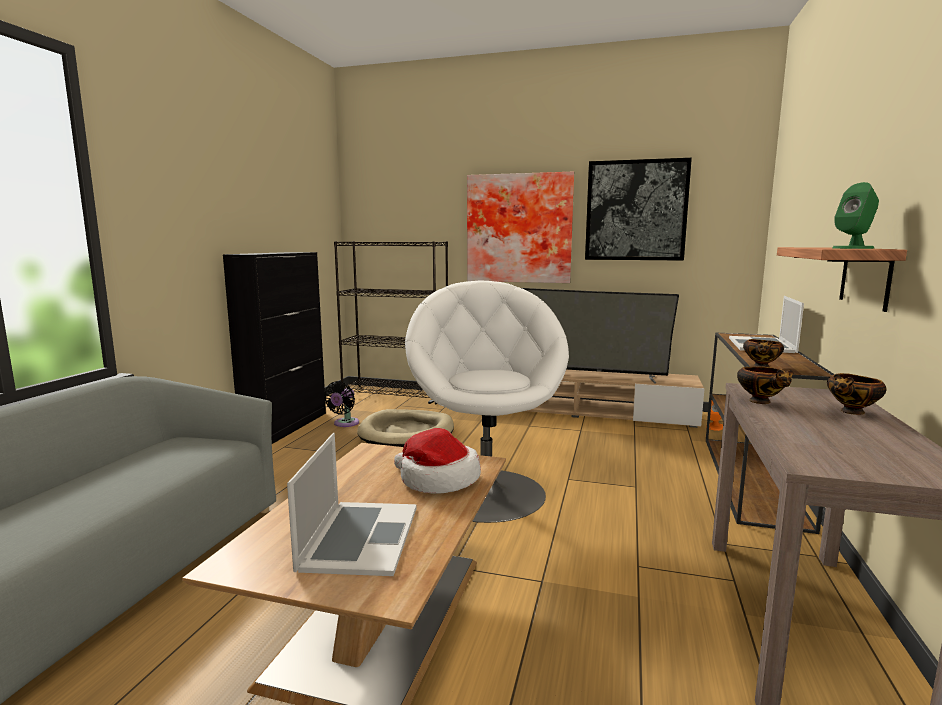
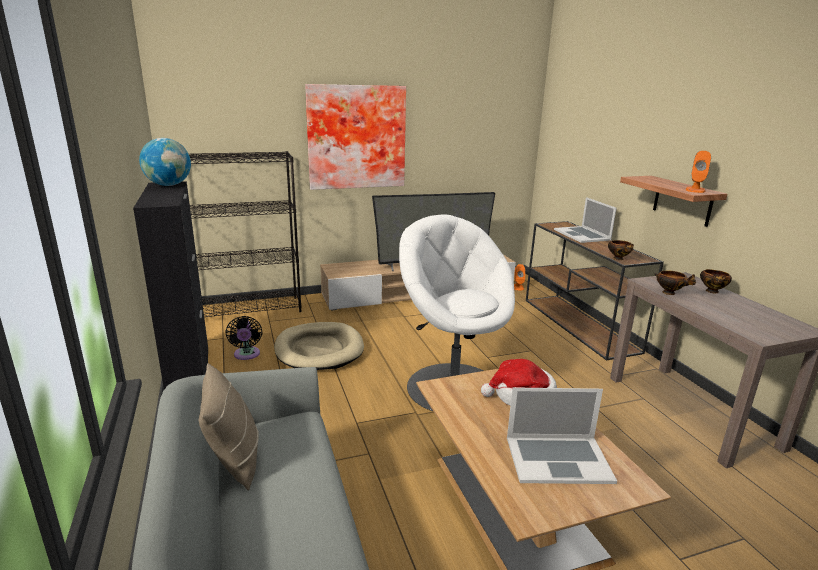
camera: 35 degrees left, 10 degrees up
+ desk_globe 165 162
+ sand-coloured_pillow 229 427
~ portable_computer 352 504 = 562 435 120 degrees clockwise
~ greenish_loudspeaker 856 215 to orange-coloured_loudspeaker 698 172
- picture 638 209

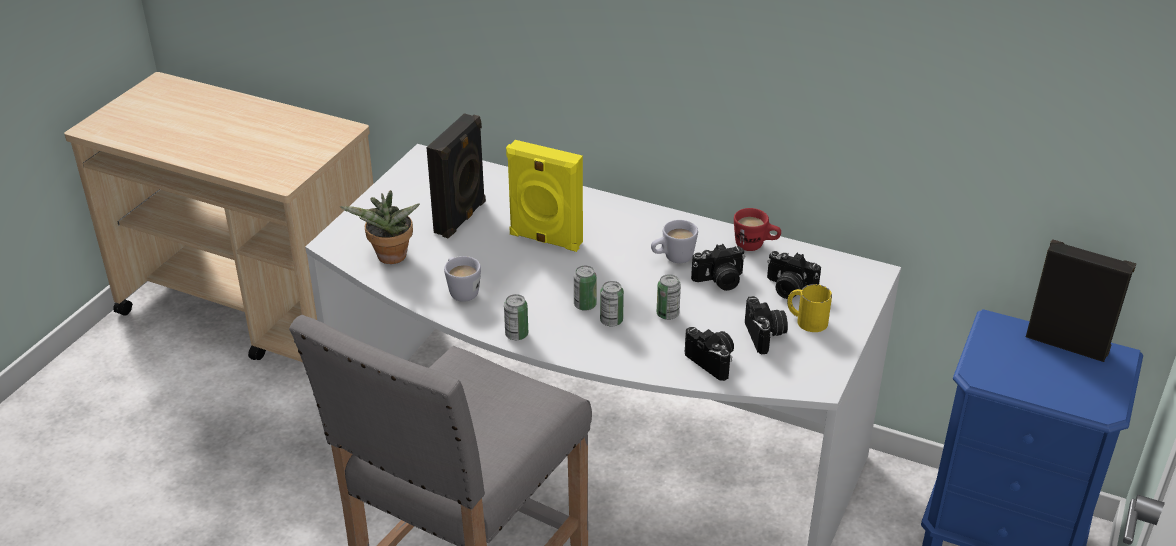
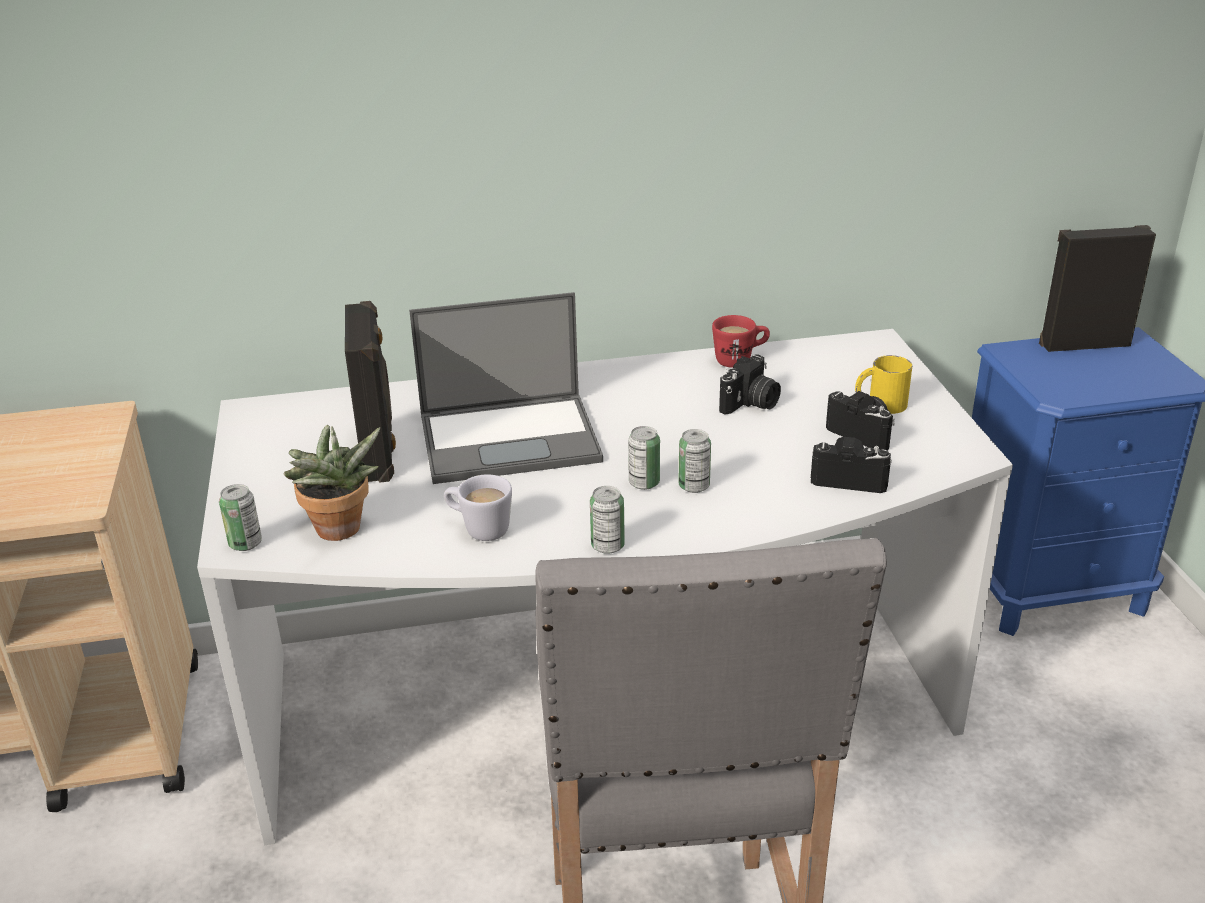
camera: 35 degrees left, 5 degrees down
~ can 669 297 to 240 517
~ yellow-coloured_loudspeaker 544 196 to portable_computer 506 388
- white_tea_mug 674 241
- photo_camera 794 275

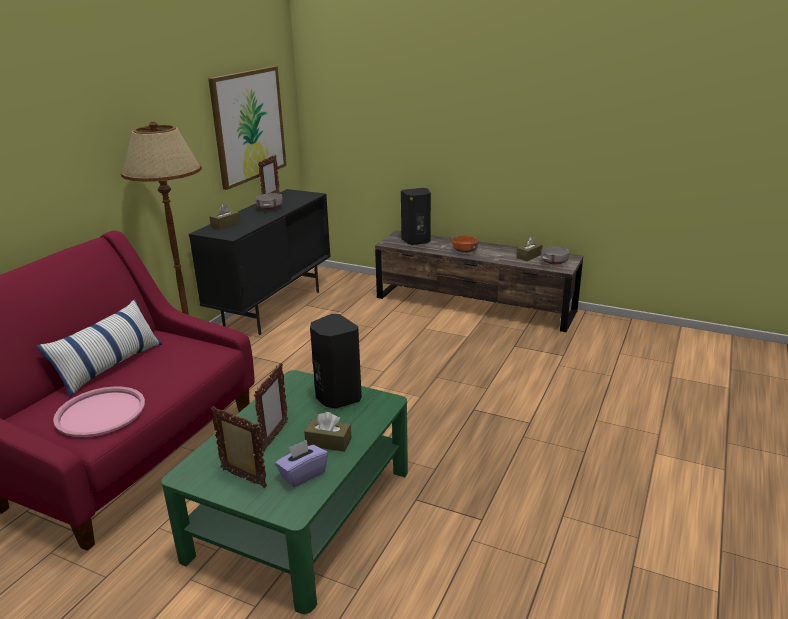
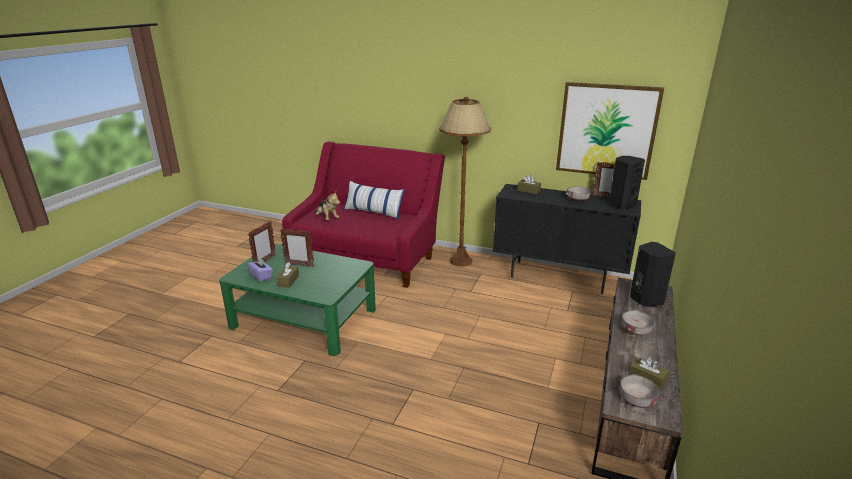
camera: 85 degrees right, 0 degrees up
~ pink_tray 99 411 to soft_toy 327 206
~ blackish_loudspeaker 336 361 to 627 183
~ orange-coloured_deep_dish 465 244 to grey_deep_dish 638 322

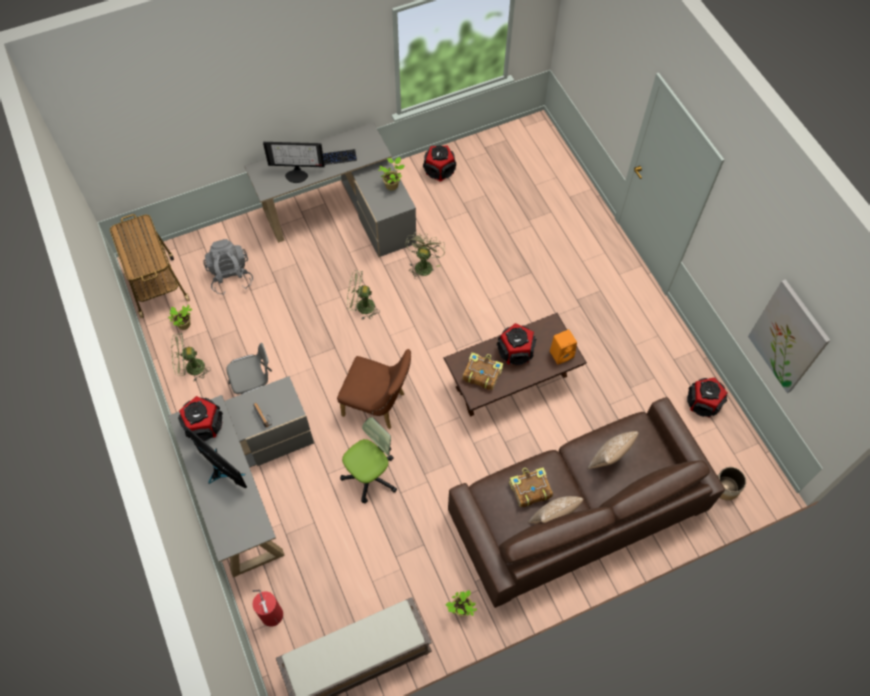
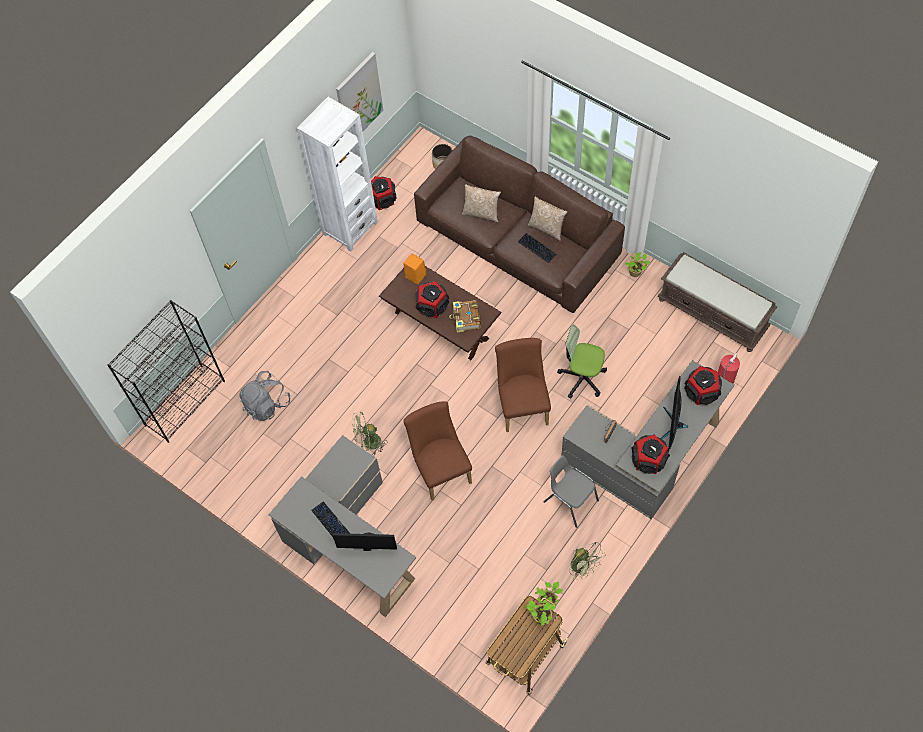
camera: 115 degrees left, 0 degrees up
+ blackish_bookcase 166 371
~ grey_backpack 228 267 to 265 395
+ white_bookcase 337 174
~ monitor 294 162 = 364 542 60 degrees counterclockwise
~ greenish_fan 363 295 to brown_chair 437 451
~ volume 531 487 to computer_keyboard 537 248
~ potted_plant 391 173 to 541 612
~ loudspeaker 439 163 to 703 385

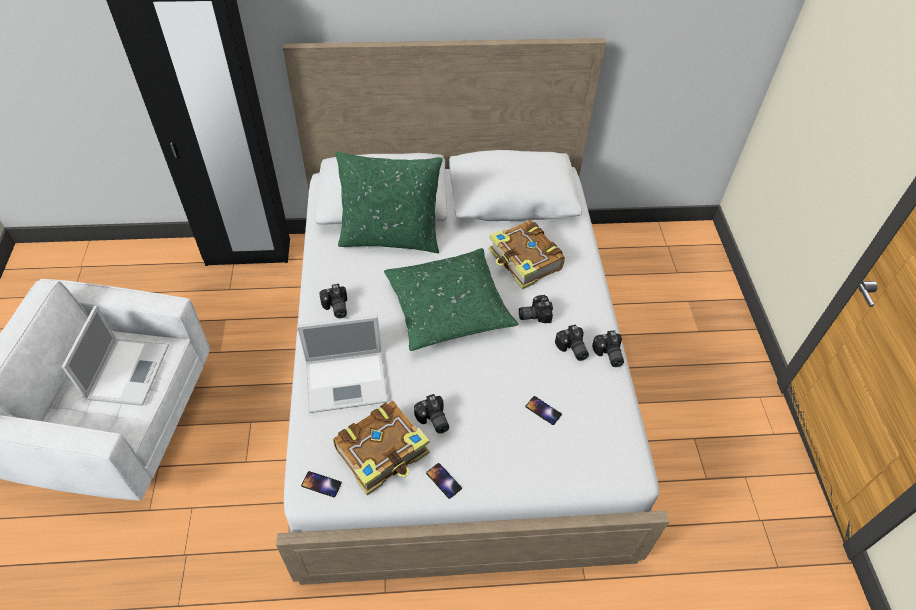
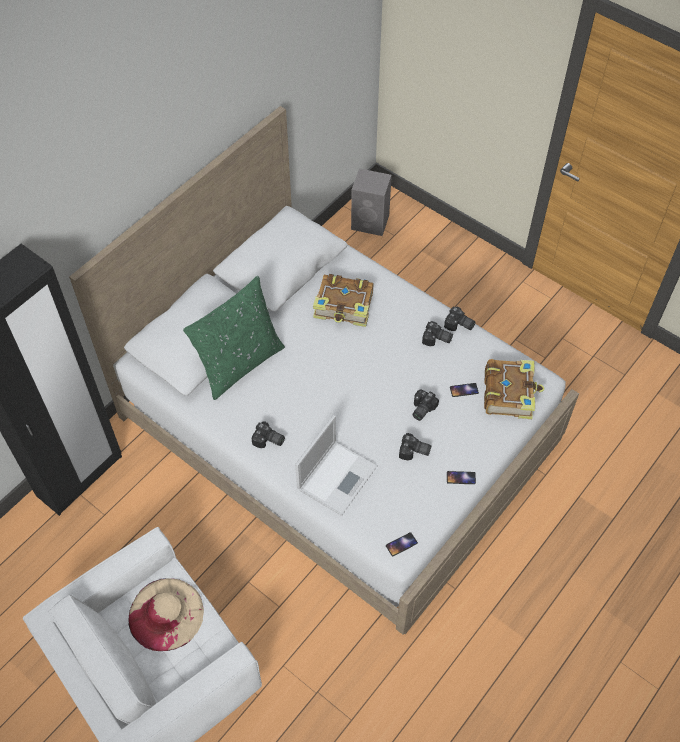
camera: 45 degrees left, 5 degrees up
~ portable_computer 115 356 to sand-coloured_hat 166 614
+ grey_loudspeaker 371 202
~ photo_camera 536 309 to 426 405
~ volume 381 448 to 514 389
- greenish_pillow 451 299

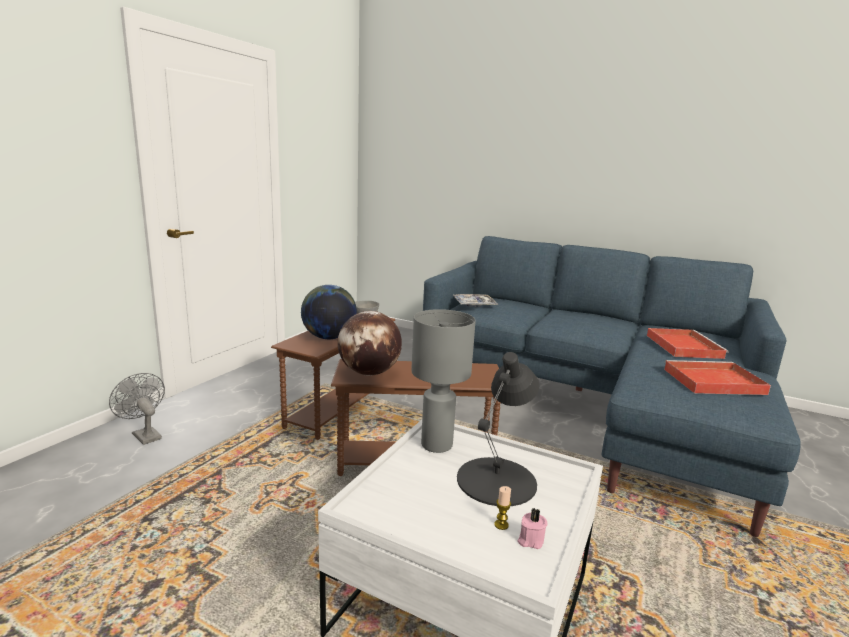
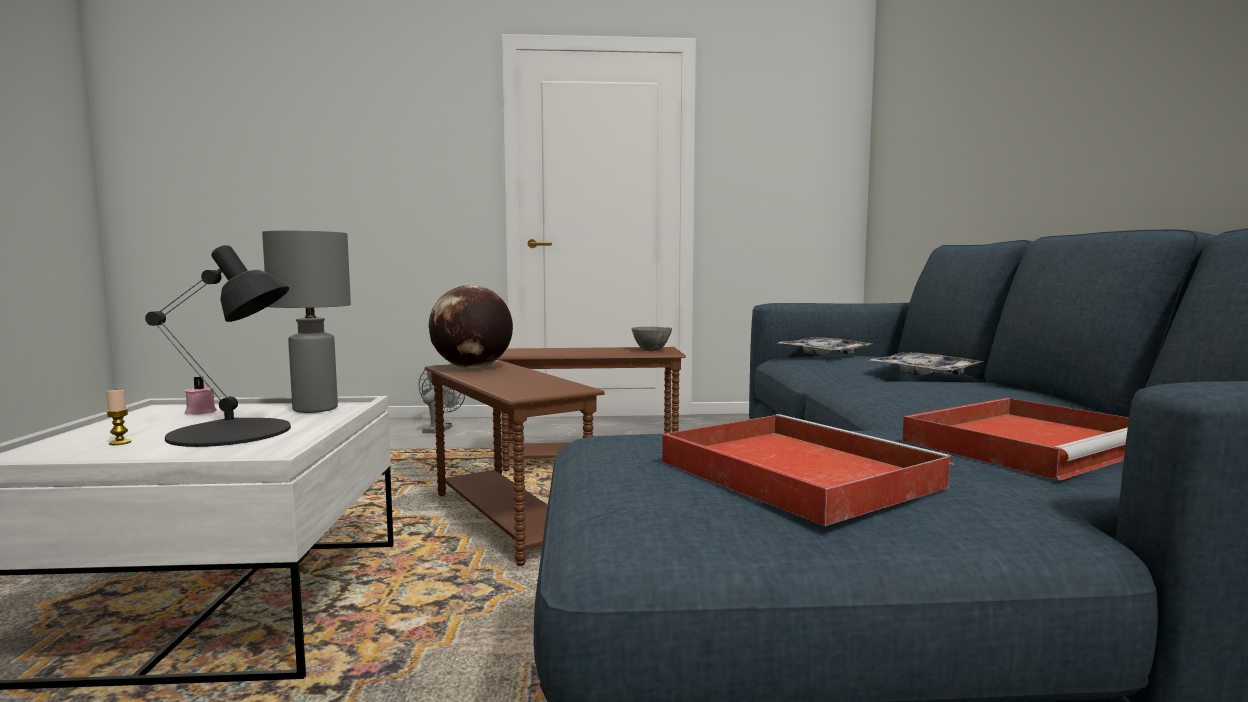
camera: 60 degrees right, 10 degrees down
~ pink_candle 532 528 to 200 396
+ tray 926 363
- desk_globe 329 312

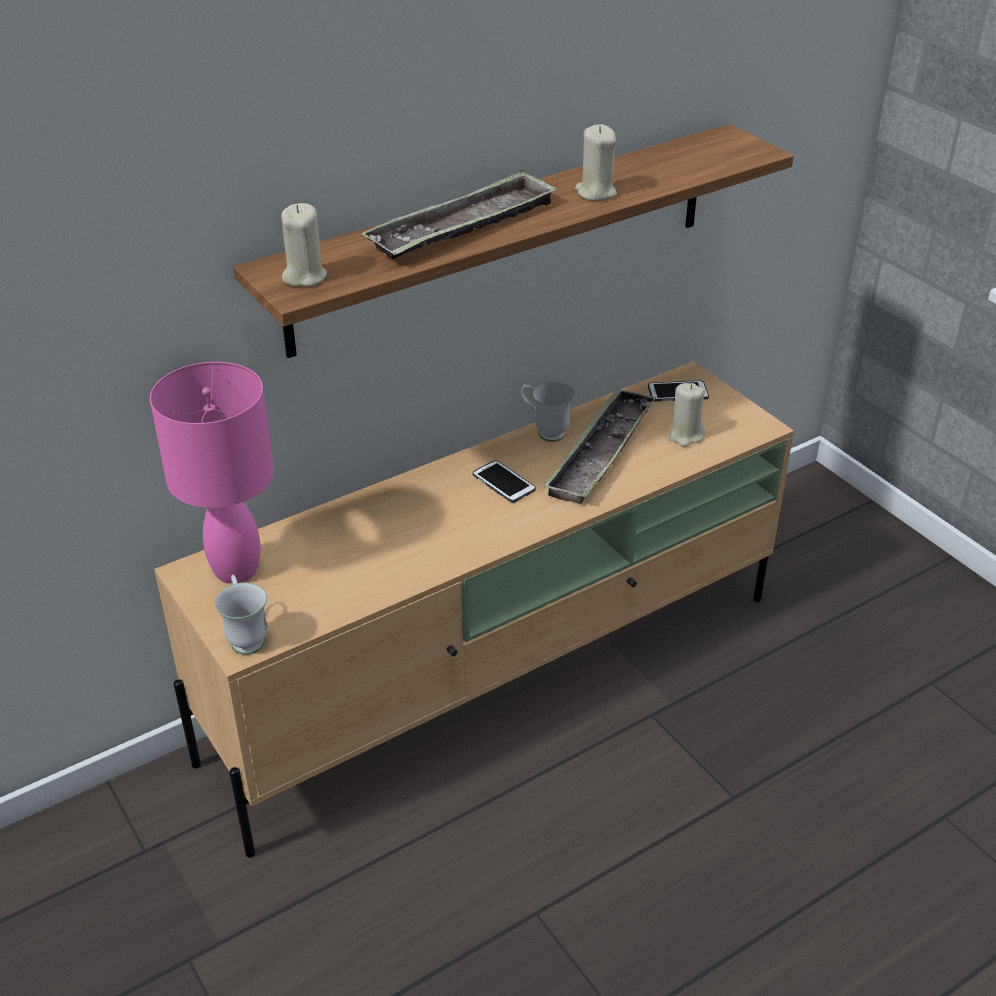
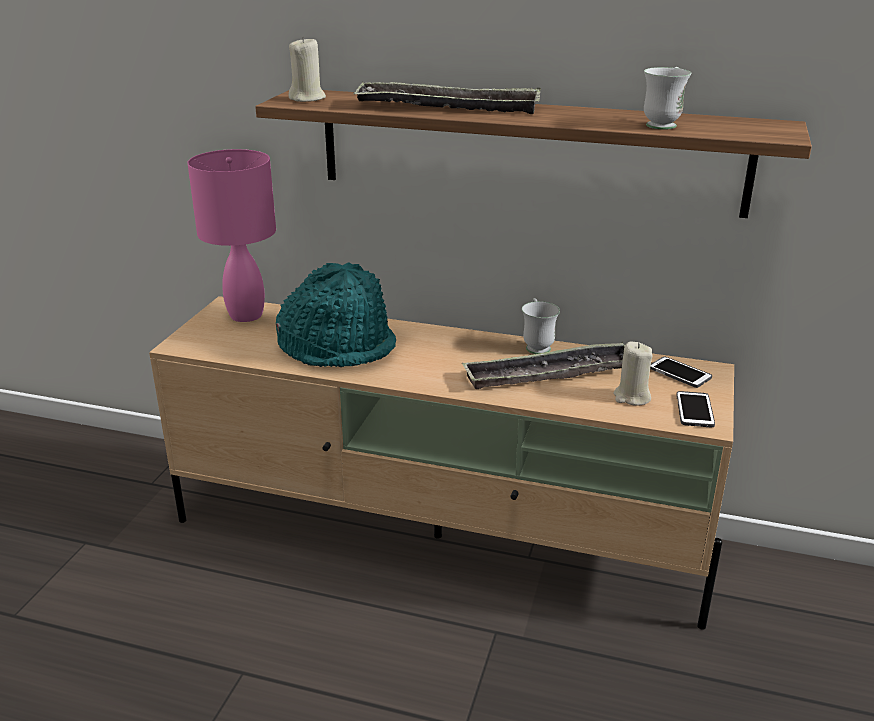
camera: 50 degrees right, 10 degrees down
+ blue-green_hat 336 315
~ white_tea_mug 241 615 to 667 98
~ handset 504 481 to 695 409
- sand-coloured_candle 596 162

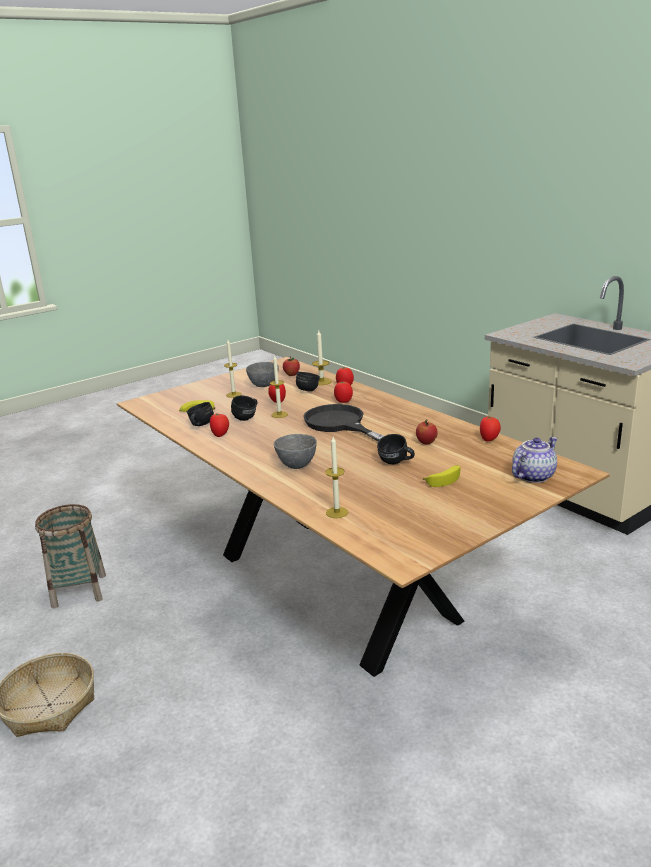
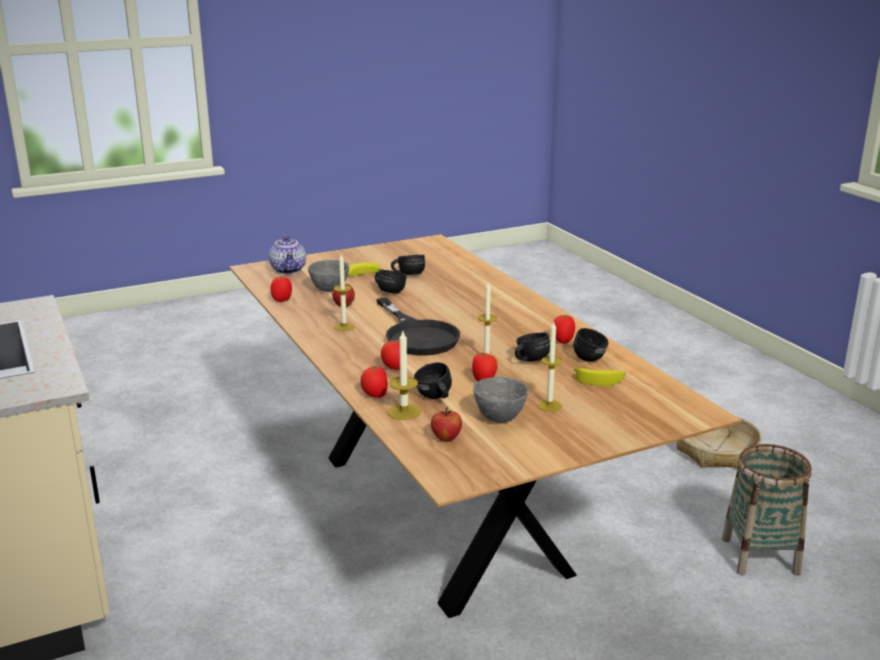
camera: 170 degrees left, 0 degrees up
~ tea_pot 534 460 = 287 255 75 degrees counterclockwise
~ grey_deep_dish 295 451 to 328 276
~ candle 336 477 to 344 293
+ blackish_tea_mug 408 265

